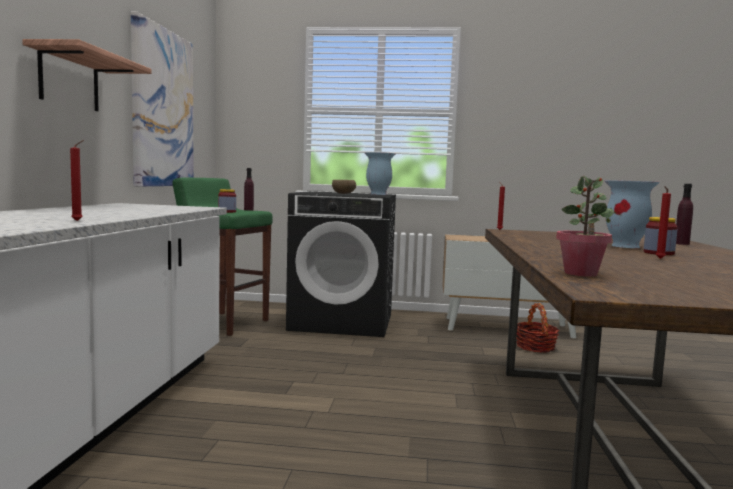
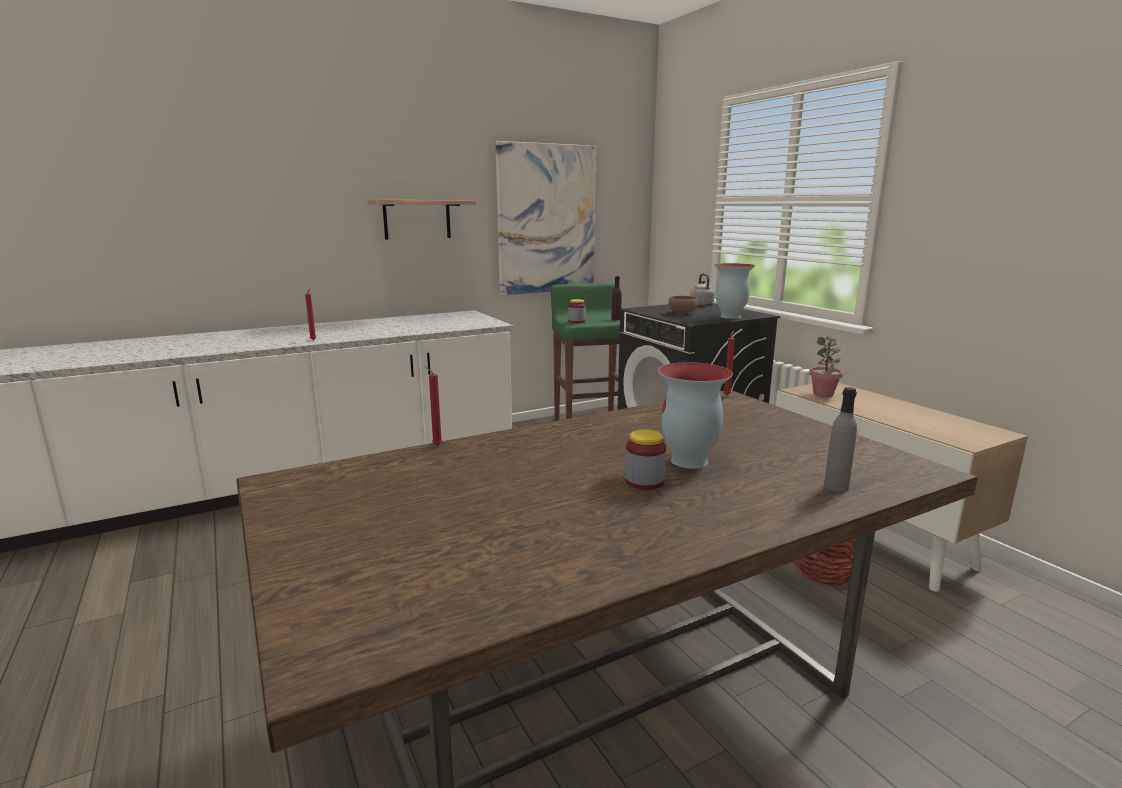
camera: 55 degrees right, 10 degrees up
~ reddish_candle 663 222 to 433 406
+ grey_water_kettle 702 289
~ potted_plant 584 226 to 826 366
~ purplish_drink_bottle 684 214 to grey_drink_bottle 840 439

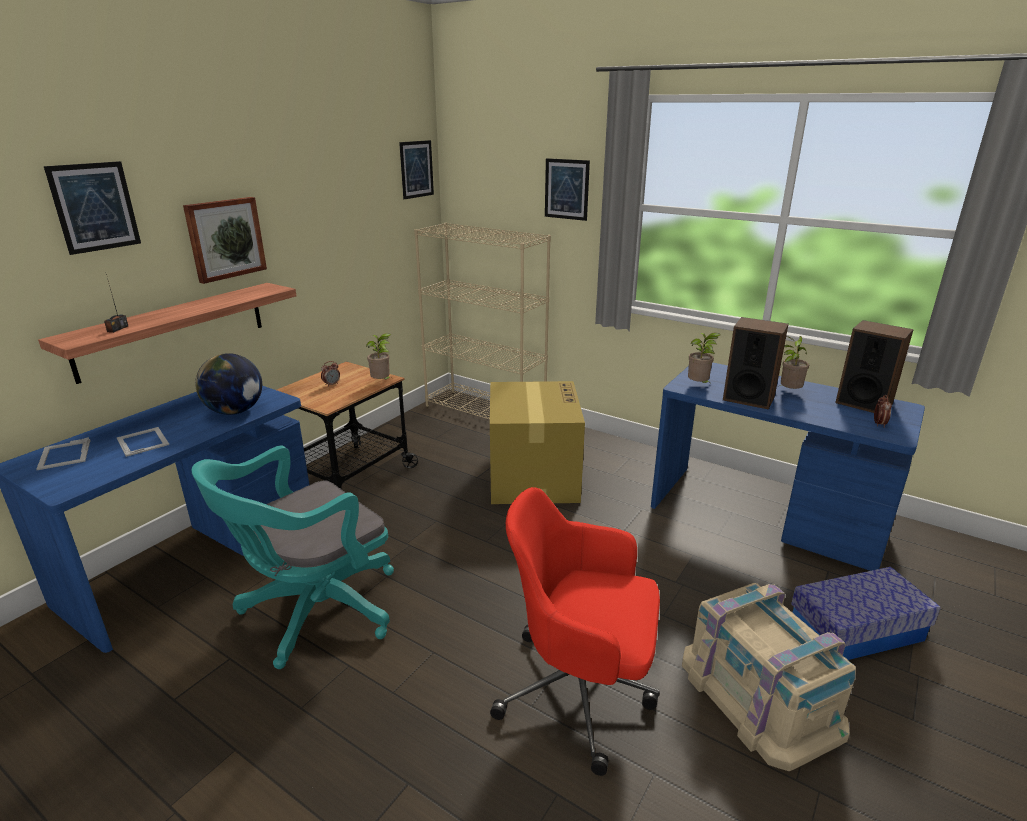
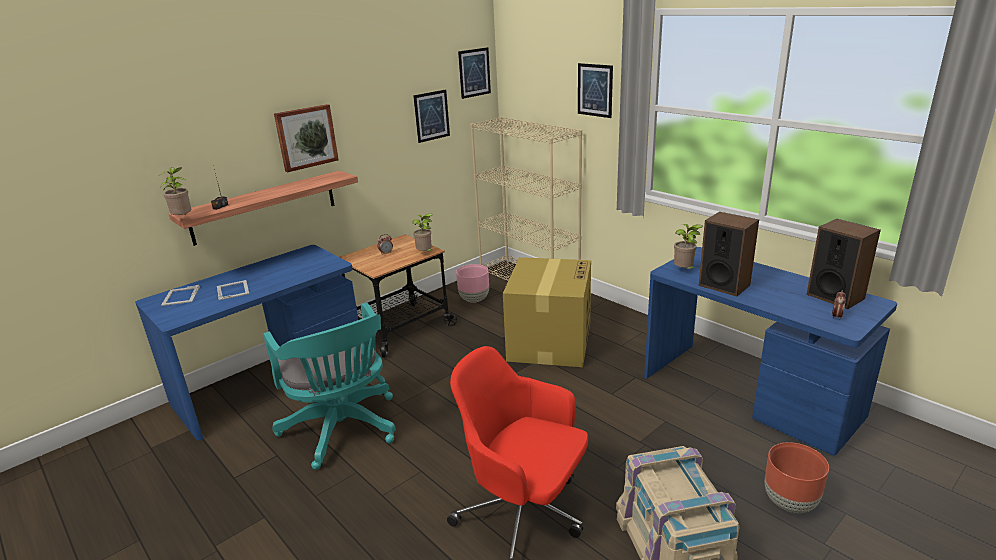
camera: 15 degrees right, 0 degrees up
~ potted_plant 794 362 to 174 191
~ blue-green_desk_chair 292 557 = 329 386 90 degrees counterclockwise
~ picture 92 208 to 431 116
+ pink_planter 472 283
~ storage_box 865 613 to brown_planter 797 477
- desk_globe 228 384

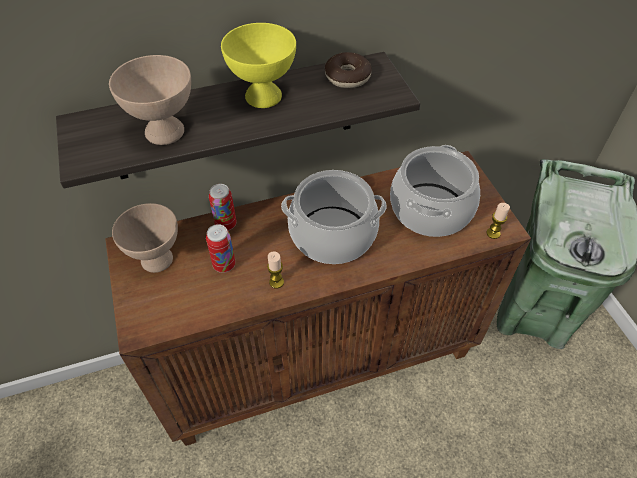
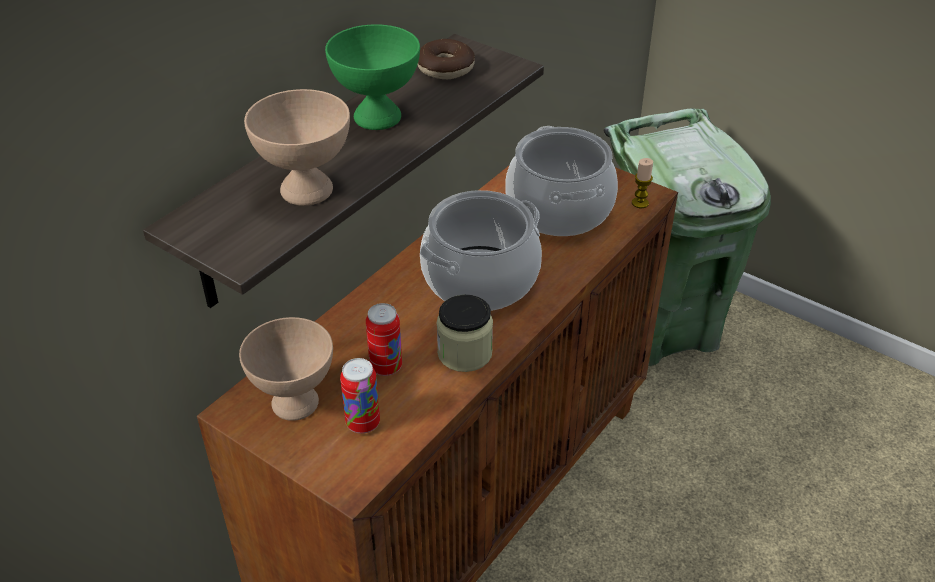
camera: 35 degrees left, 10 degrees down
~ yellow-coloured_deep_dish 258 65 to greenish_deep_dish 372 77
~ can 223 207 to 360 396
~ candle 275 270 to storage_jar 465 333

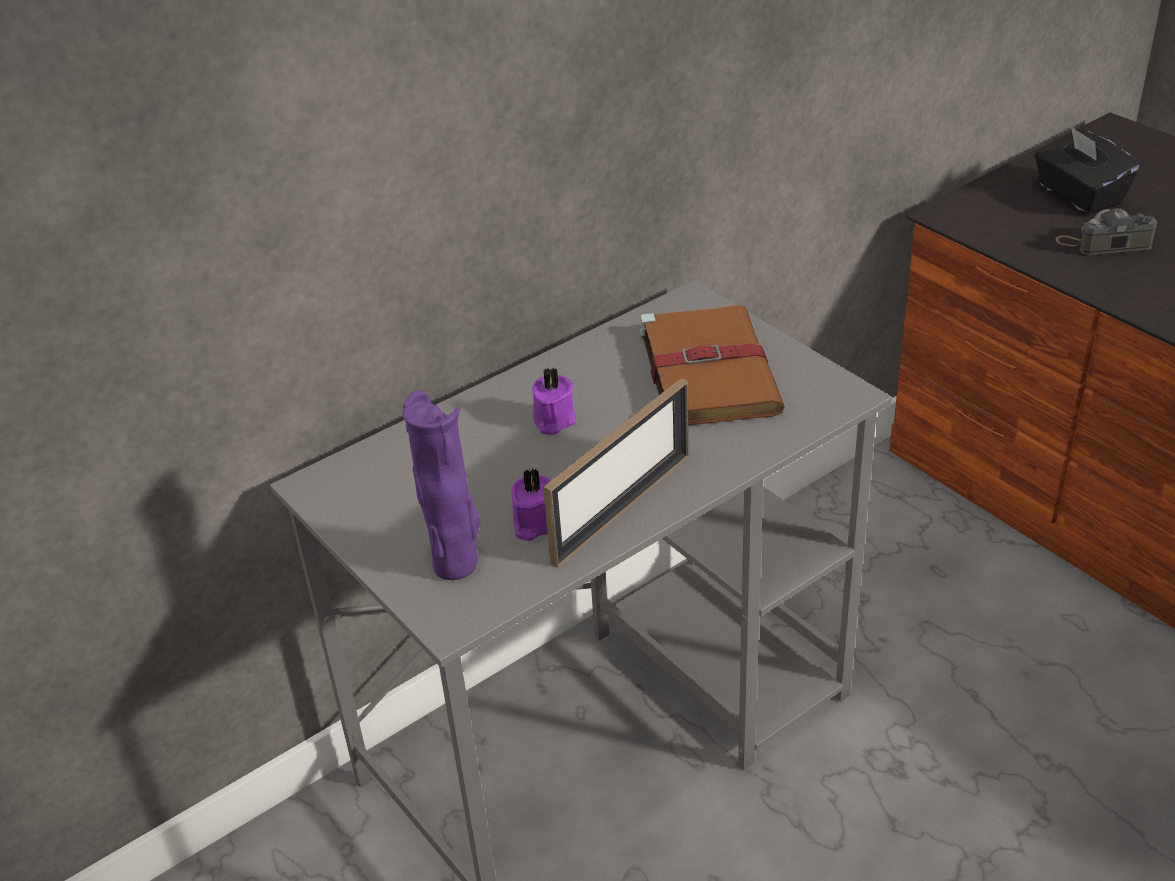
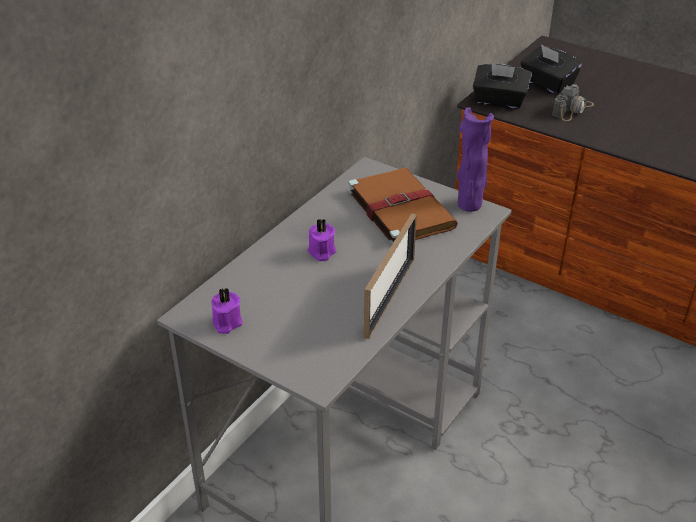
camera: 20 degrees left, 0 degrees up
~ purplish_candle 531 504 to 226 310
~ purplish_decorative_vase 441 485 to 475 159
+ blackish_box_of_tissues 502 86
~ photo_camera 1106 232 = 573 102 150 degrees clockwise

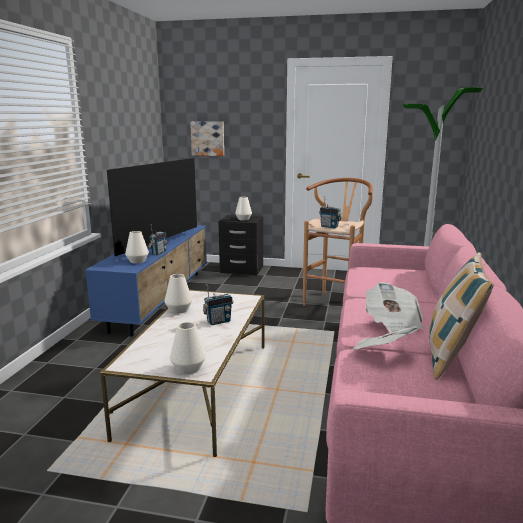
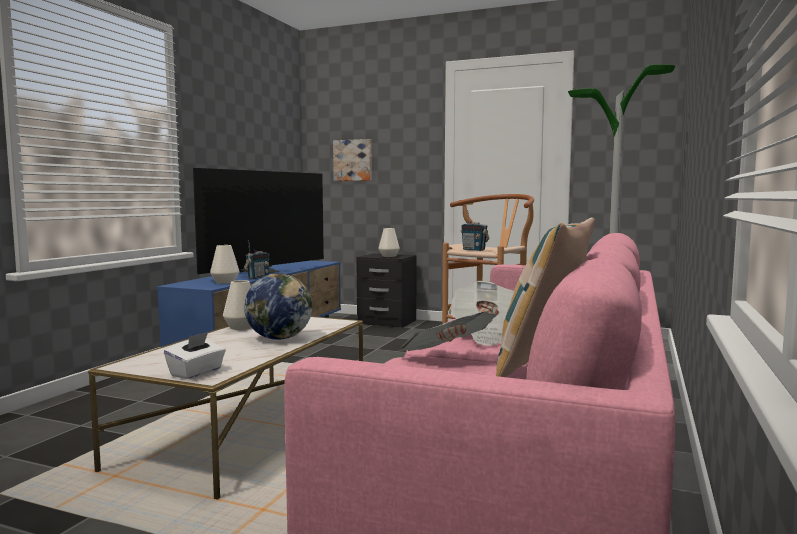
camera: 10 degrees right, 10 degrees down
~ white_decorative_vase 188 348 to white_box_of_tissues 195 355
~ radio 218 304 to desk_globe 278 306

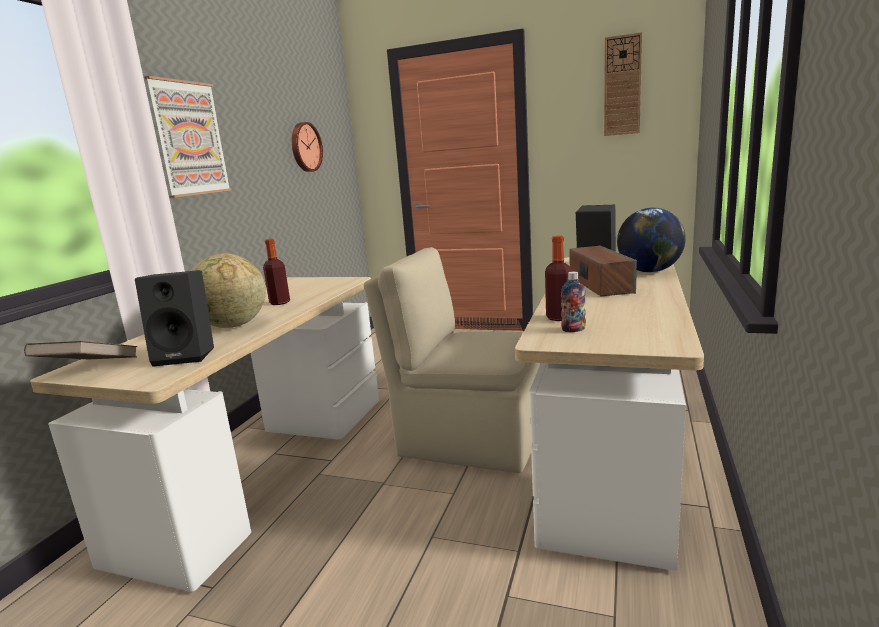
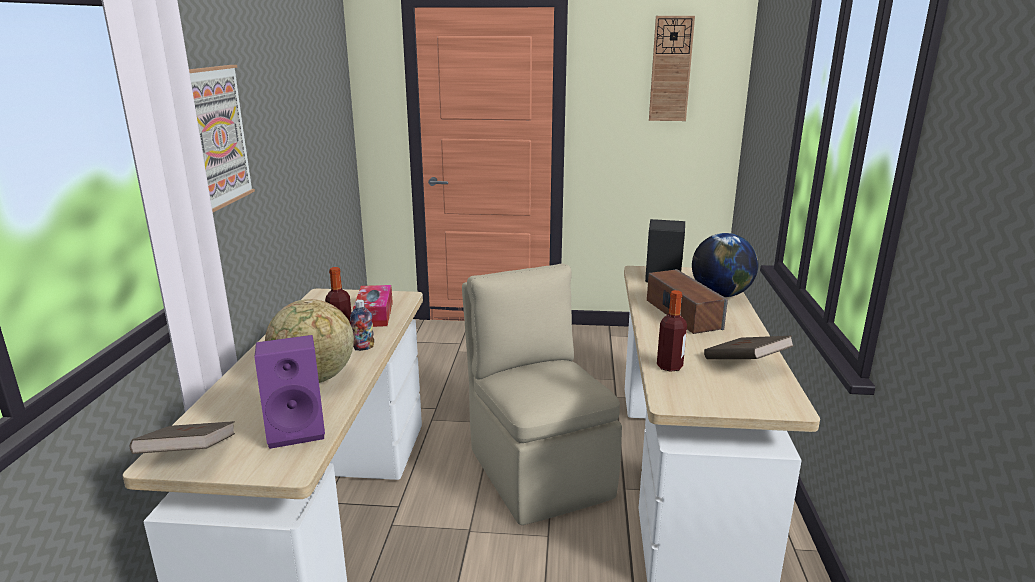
camera: 15 degrees left, 5 degrees up
~ blackish_loudspeaker 174 318 to purplish_loudspeaker 289 392
~ drink_bottle 573 302 to 362 325
+ box_of_tissues 373 306
~ sand-coloured_chair 452 360 = 542 394 60 degrees clockwise
+ brown_volume 749 347
- clock_on_the_wall 307 147

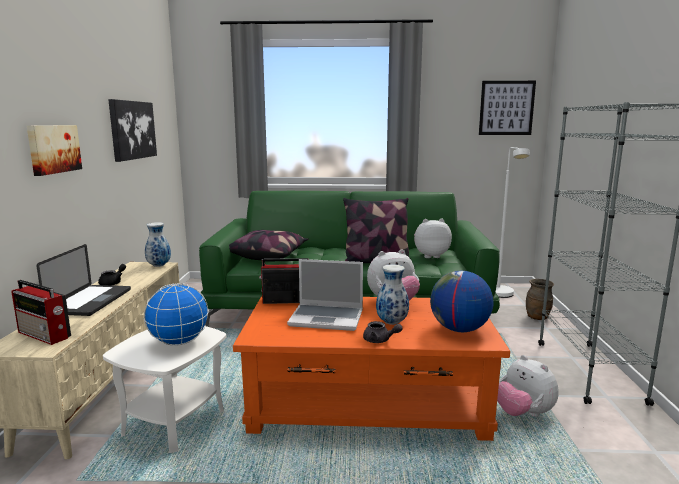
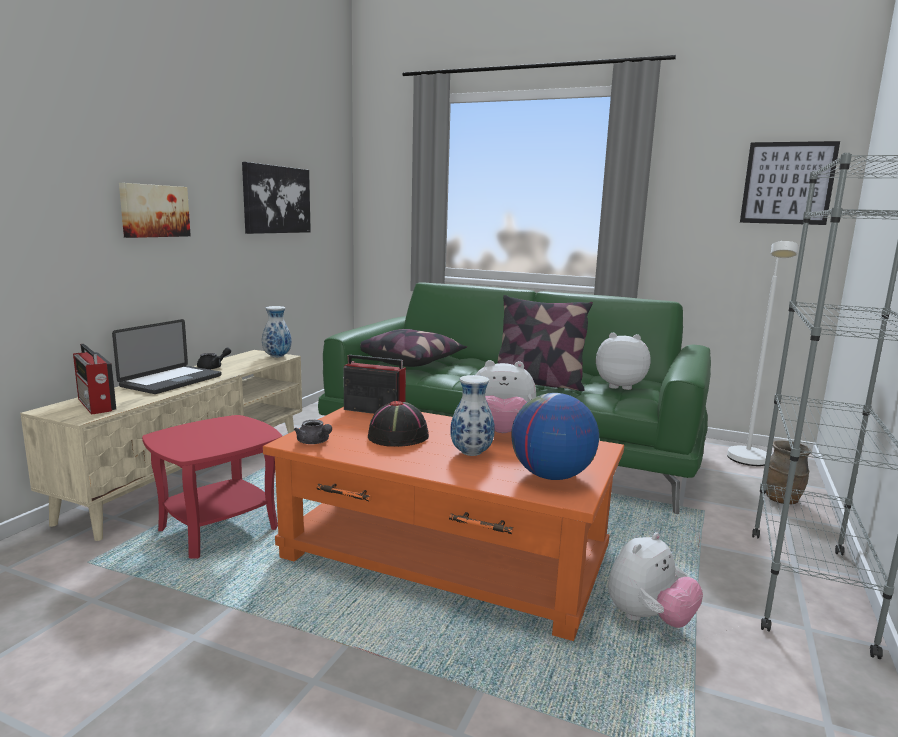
camera: 20 degrees right, 0 degrees up
~ white_side_table 164 389 to reddish_side_table 212 486
~ grey_tea_pot 383 332 to 313 432
~ portable_computer 325 295 to blackish_hat 398 424
~ soft_toy 528 386 = 655 580 120 degrees counterclockwise
- desk_globe 176 314

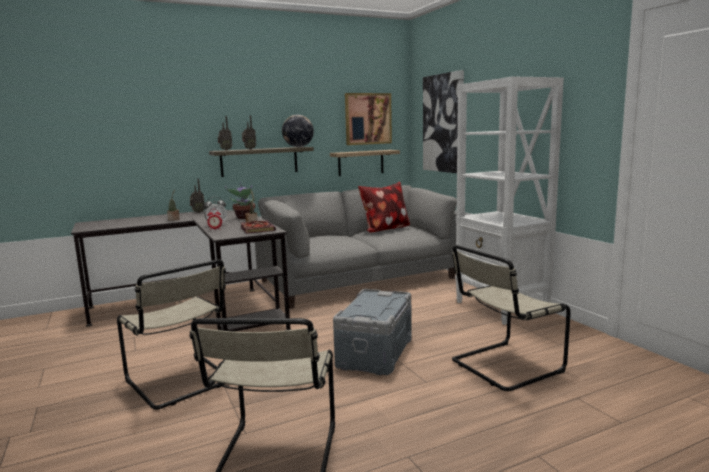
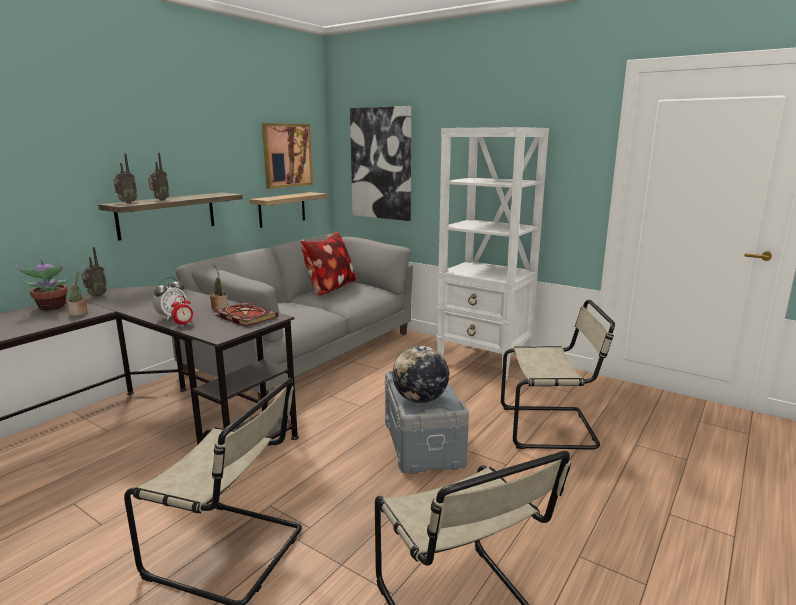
camera: 30 degrees left, 5 degrees up
~ potted_plant 241 200 to 43 283
~ desk_globe 298 131 to 420 374
~ sand-coloured_chair 511 318 = 558 375 120 degrees counterclockwise

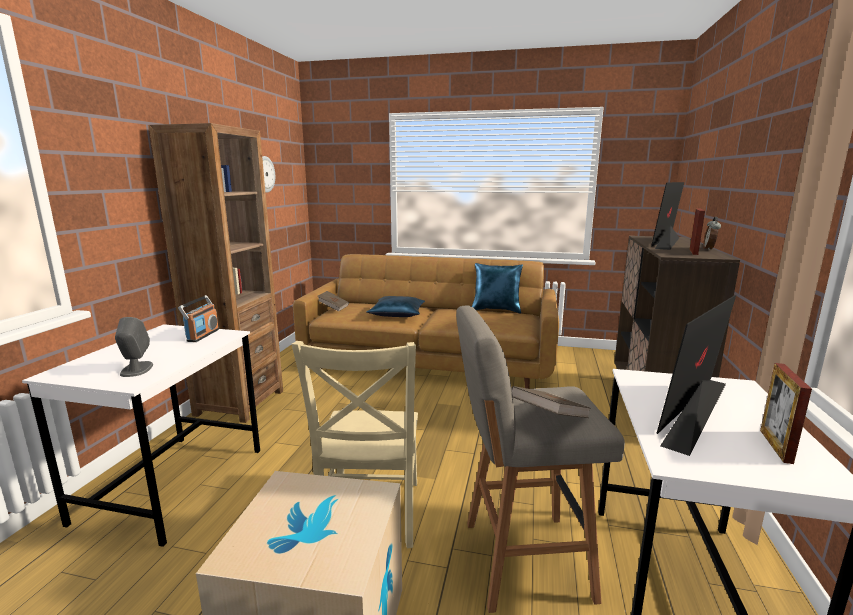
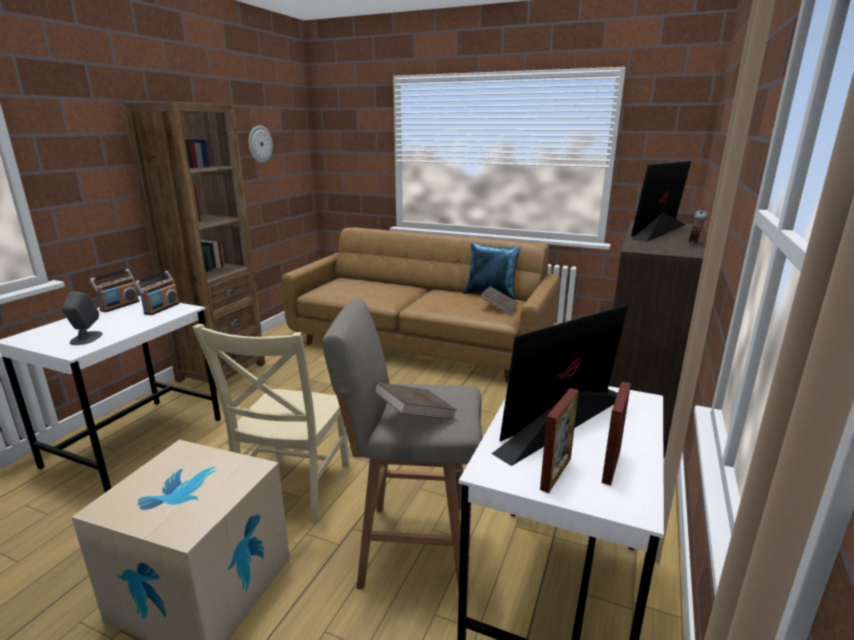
camera: 10 degrees right, 5 degrees up
+ radio 115 290
~ brown_volume 333 301 to 499 300
~ standing_frame 697 232 to 559 440
- blue-coloured_pillow 396 306

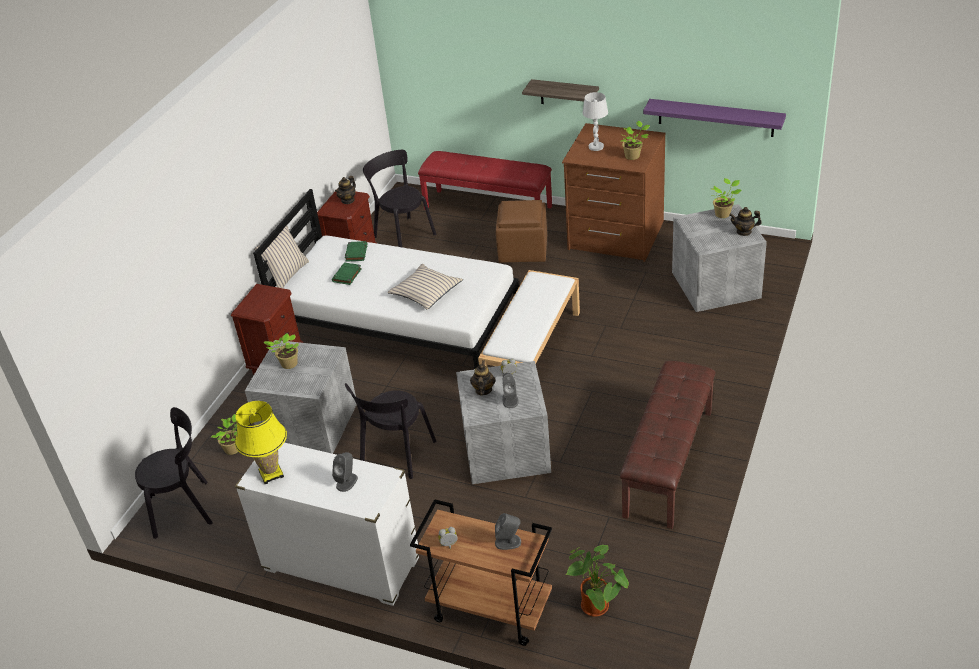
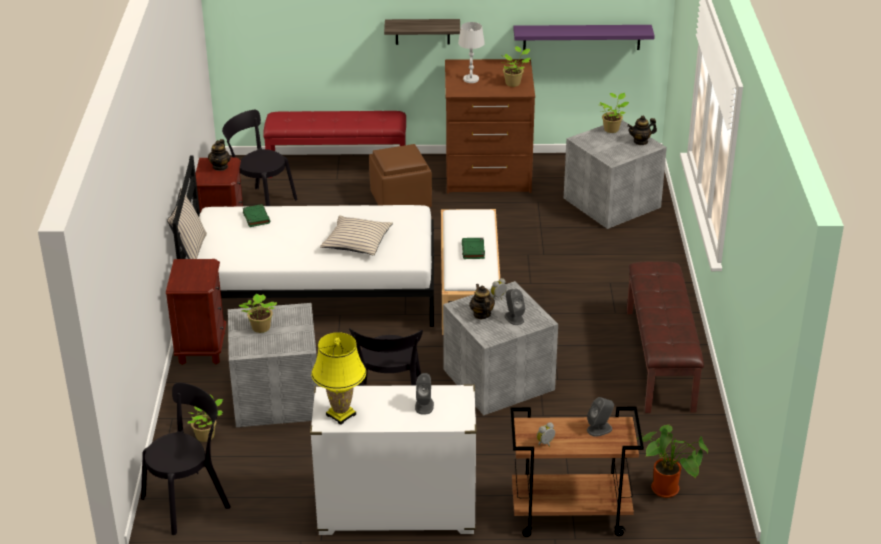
camera: 25 degrees left, 5 degrees down
~ greenish_volume 347 273 to 473 248

